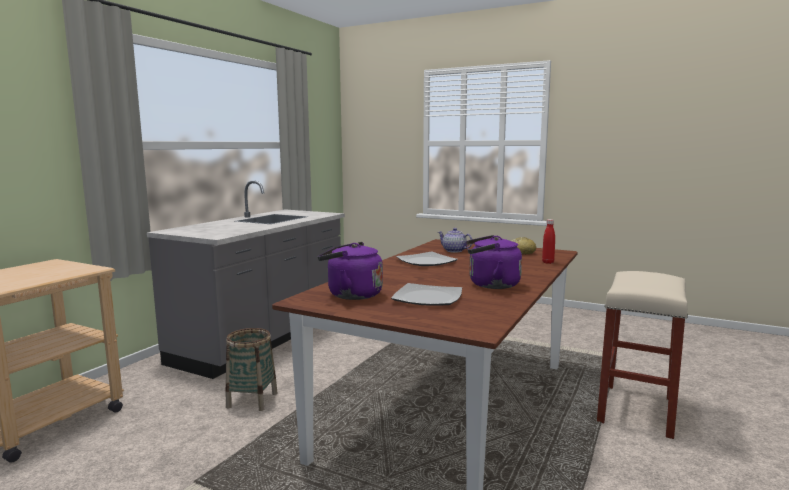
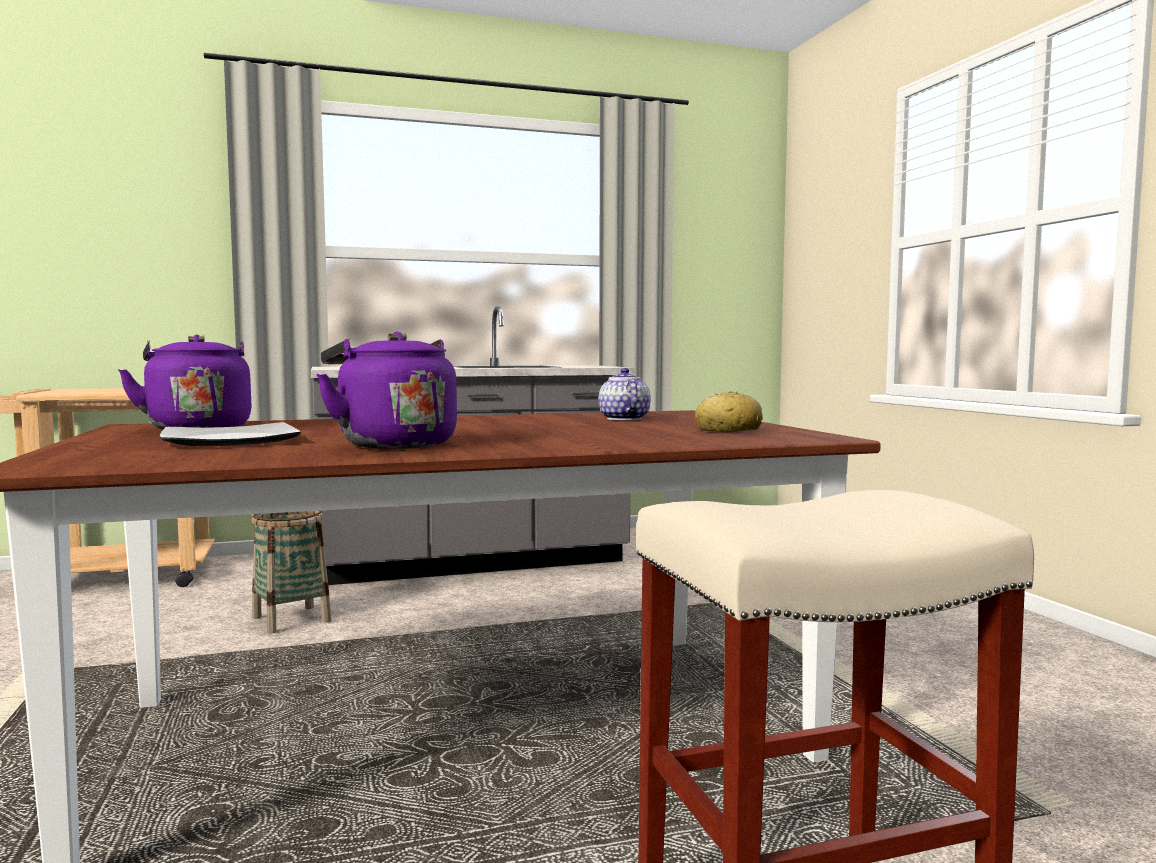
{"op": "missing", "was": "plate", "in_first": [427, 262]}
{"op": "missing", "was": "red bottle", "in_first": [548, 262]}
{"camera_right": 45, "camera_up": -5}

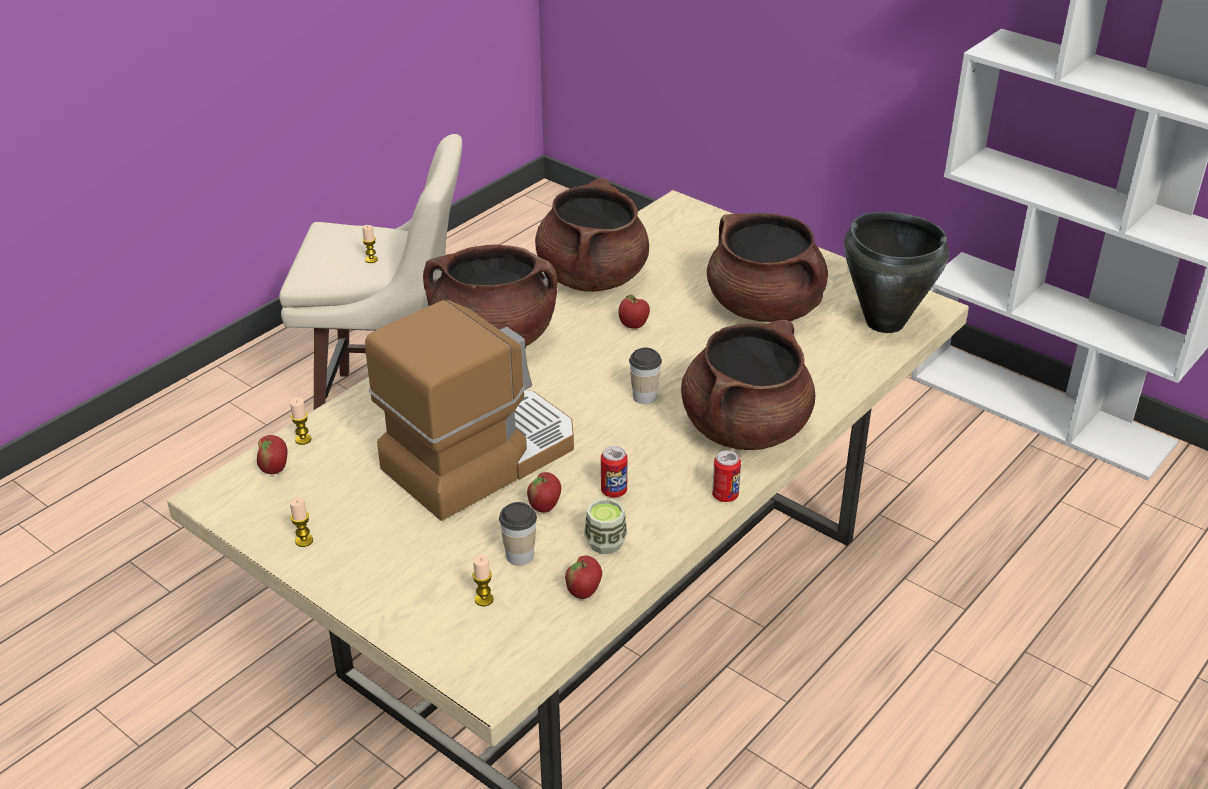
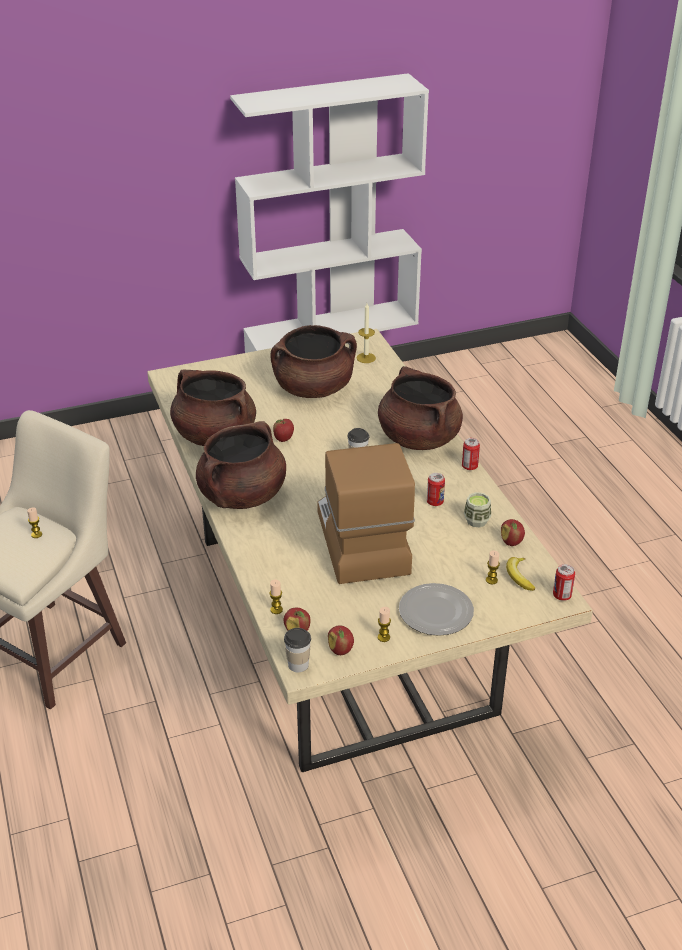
{"op": "appeared", "now": "plate", "in_second": [435, 611]}
{"op": "appeared", "now": "whole banana", "in_second": [519, 576]}
{"op": "appeared", "now": "can", "in_second": [562, 595]}
{"op": "relocated", "was": "drinking cup", "in_first": [520, 555], "in_second": [298, 665]}
{"op": "relocated", "was": "whole apple", "in_first": [545, 507], "in_second": [341, 650]}
{"op": "exchanged", "was": "black cooking pot", "now": "wax light", "in_first": [884, 322], "in_second": [366, 358]}
{"camera_right": -60, "camera_up": 0}

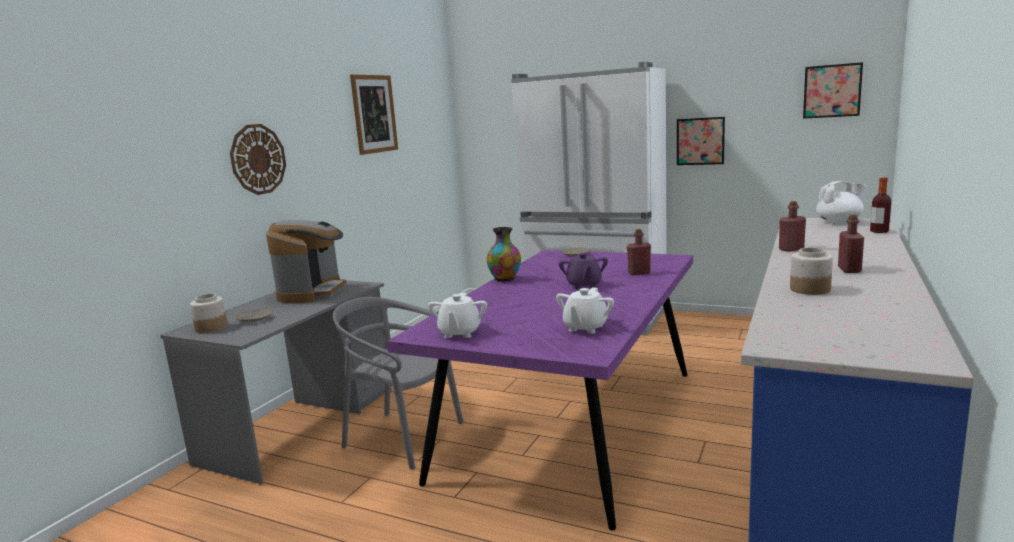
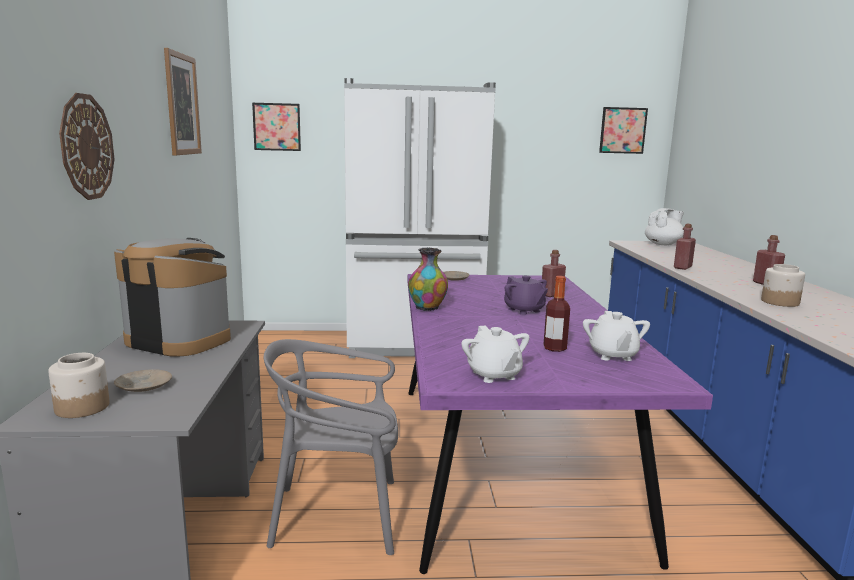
{"op": "relocated", "was": "wall picture", "in_first": [700, 141], "in_second": [277, 127]}
{"op": "relocated", "was": "bottle", "in_first": [879, 231], "in_second": [554, 348]}
{"op": "spun", "was": "coffee machine", "in_first": [313, 292], "in_second": [179, 340], "clockwise": -45}
{"camera_right": -30, "camera_up": 0}

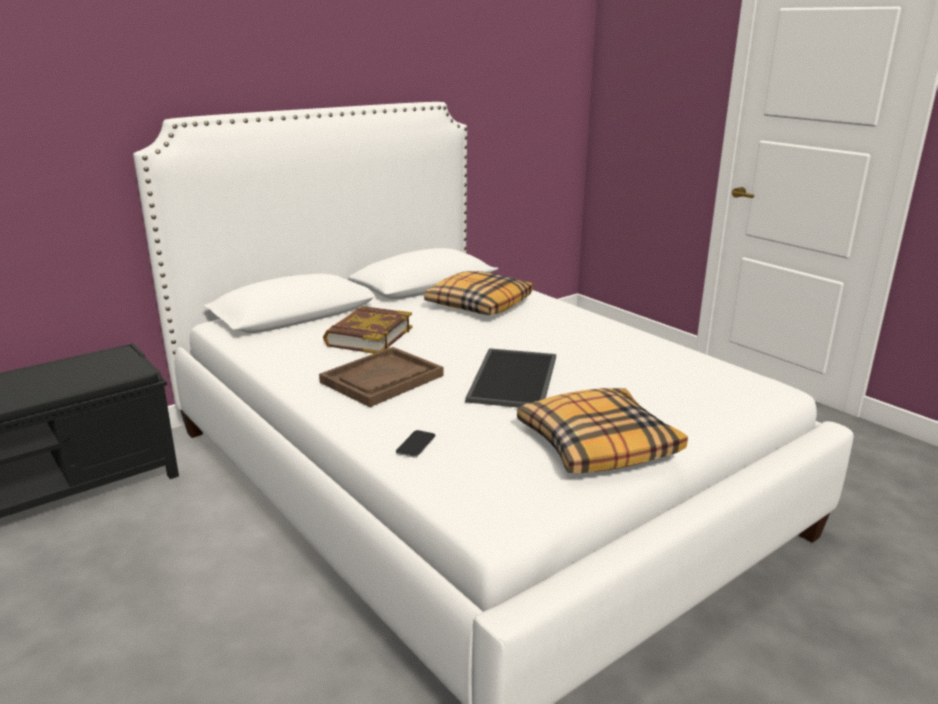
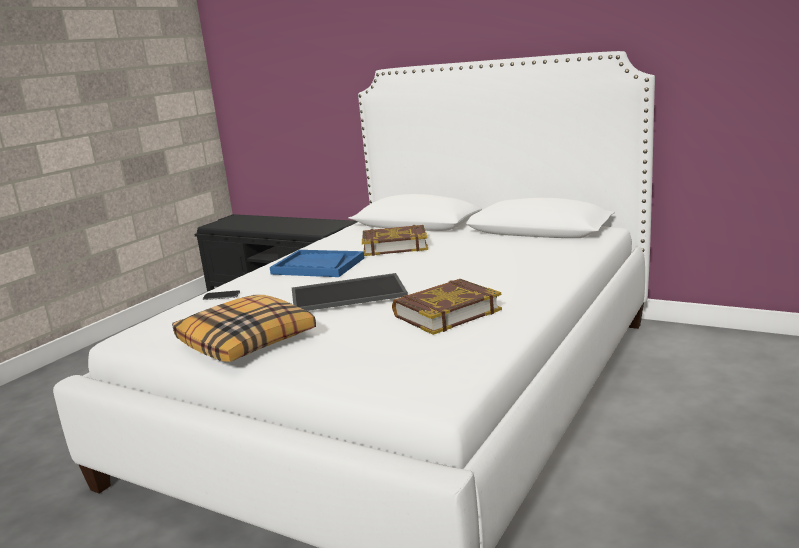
{"op": "missing", "was": "cushion", "in_first": [478, 305]}
{"op": "appeared", "now": "volume", "in_second": [446, 313]}
{"op": "colour", "was": "brownish serving tray", "now": "blue serving tray", "in_first": [382, 379], "in_second": [318, 266]}
{"camera_right": 70, "camera_up": -5}

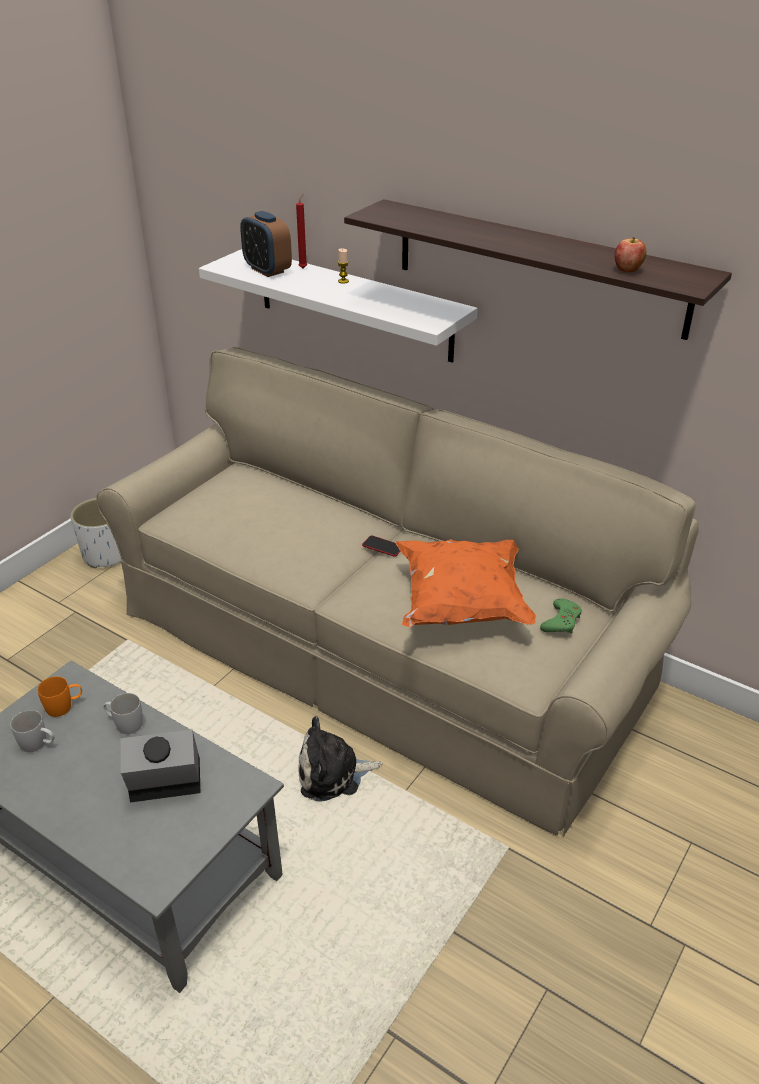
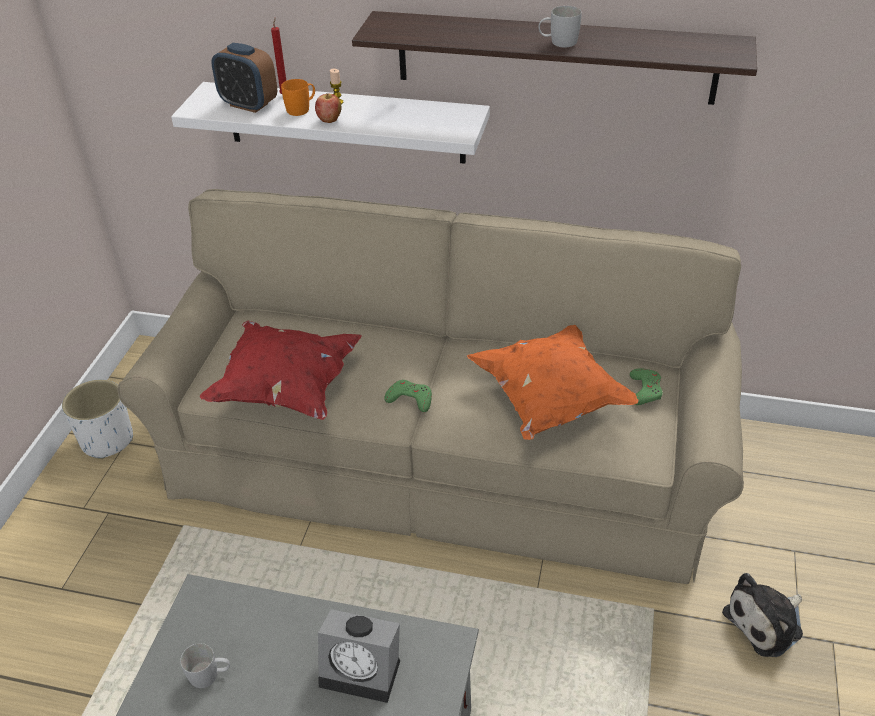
{"op": "missing", "was": "telephone", "in_first": [383, 546]}
{"op": "appeared", "now": "red cushion", "in_second": [286, 388]}
{"op": "appeared", "now": "green joypad", "in_second": [410, 399]}
{"op": "relocated", "was": "orangey mug", "in_first": [64, 706], "in_second": [302, 109]}
{"op": "relocated", "was": "whitish mug", "in_first": [124, 723], "in_second": [558, 42]}
{"op": "relocated", "was": "soft toy", "in_first": [333, 773], "in_second": [766, 622]}
{"op": "relocated", "was": "whole apple", "in_first": [627, 270], "in_second": [329, 120]}
{"op": "spun", "was": "bedside clock", "in_first": [163, 783], "in_second": [363, 670], "clockwise": -135}
{"camera_right": -20, "camera_up": 5}

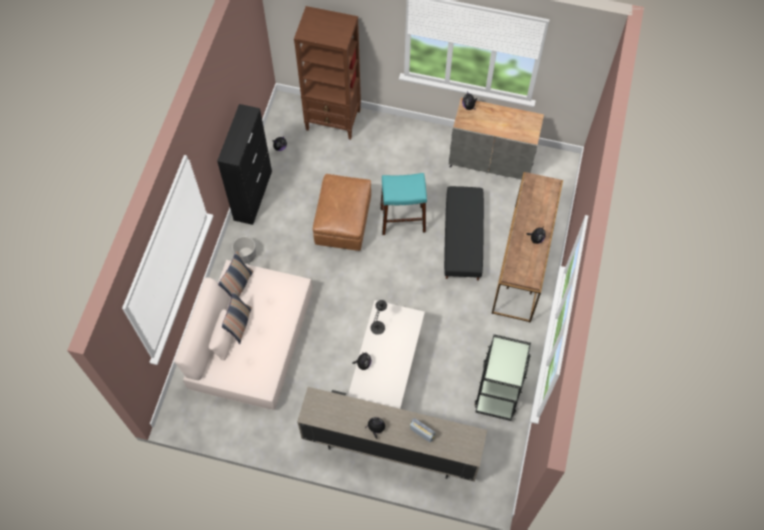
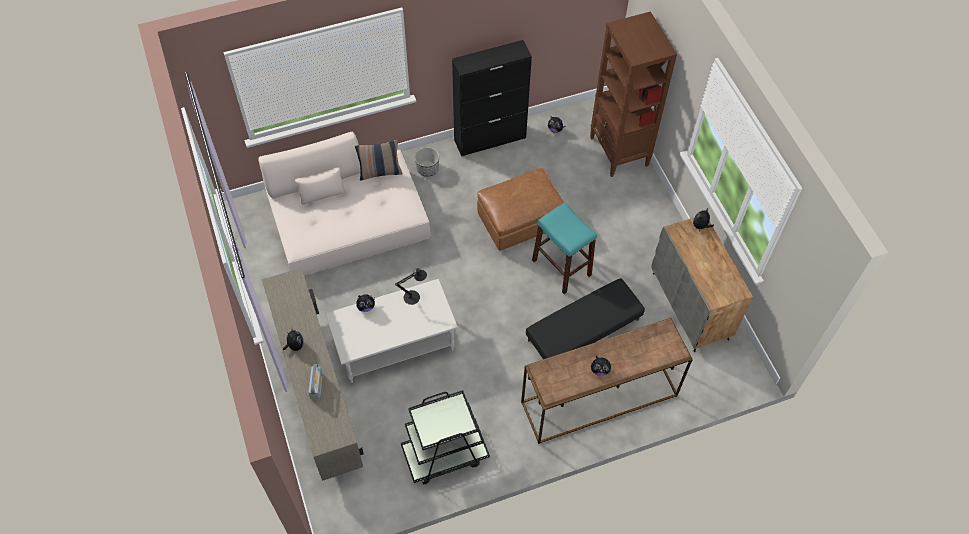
{"op": "missing", "was": "cushion", "in_first": [239, 324]}
{"camera_right": 55, "camera_up": -5}

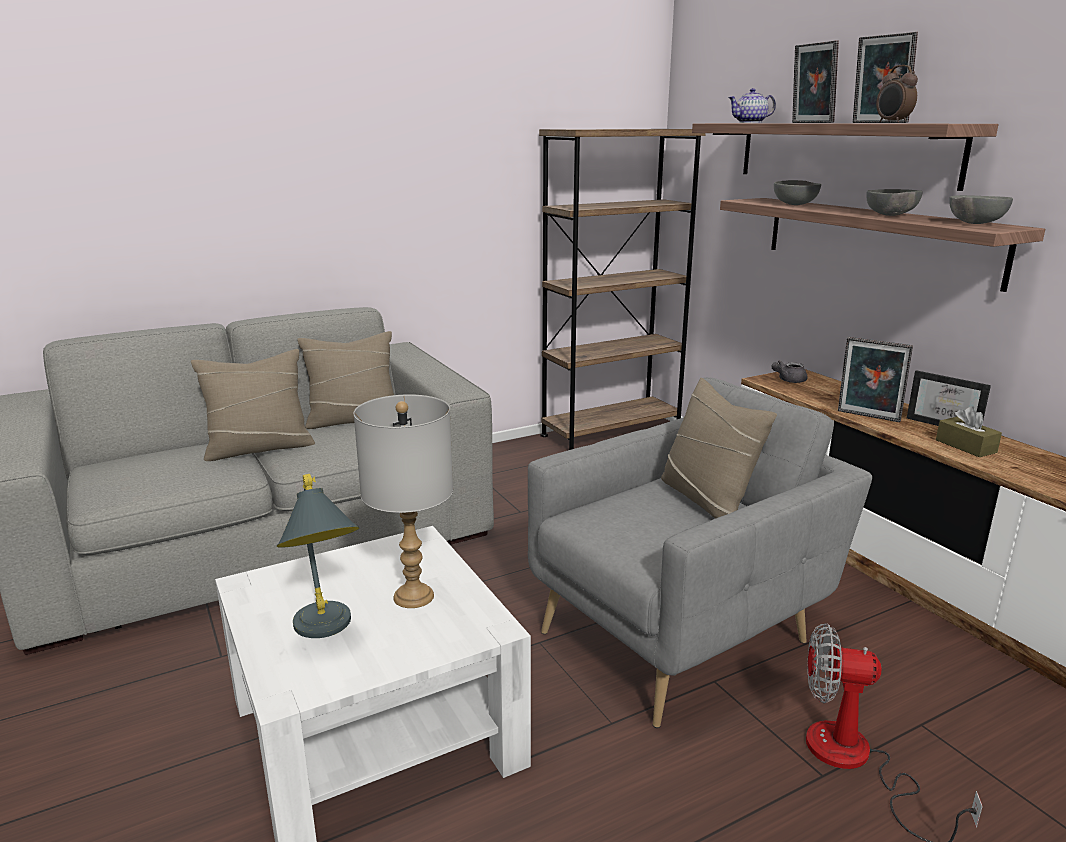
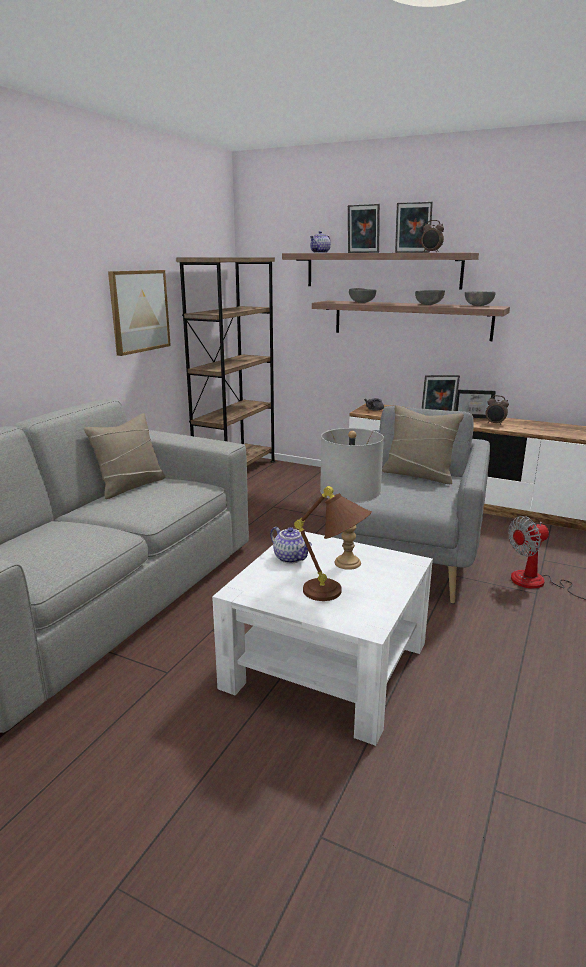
{"op": "missing", "was": "sand-coloured cushion", "in_first": [259, 448]}
{"op": "appeared", "now": "wall picture", "in_second": [139, 311]}
{"op": "appeared", "now": "tea pot", "in_second": [291, 558]}
{"op": "exchanged", "was": "brownish tissue box", "now": "bedside clock", "in_first": [965, 446], "in_second": [495, 424]}
{"op": "colour", "was": "greyish lamp for a table", "now": "brownish lamp for a table", "in_first": [326, 633], "in_second": [335, 595]}
{"camera_right": -35, "camera_up": 0}

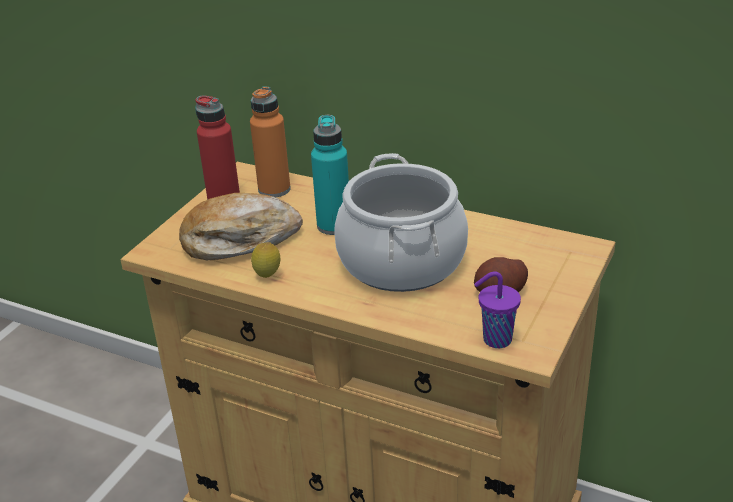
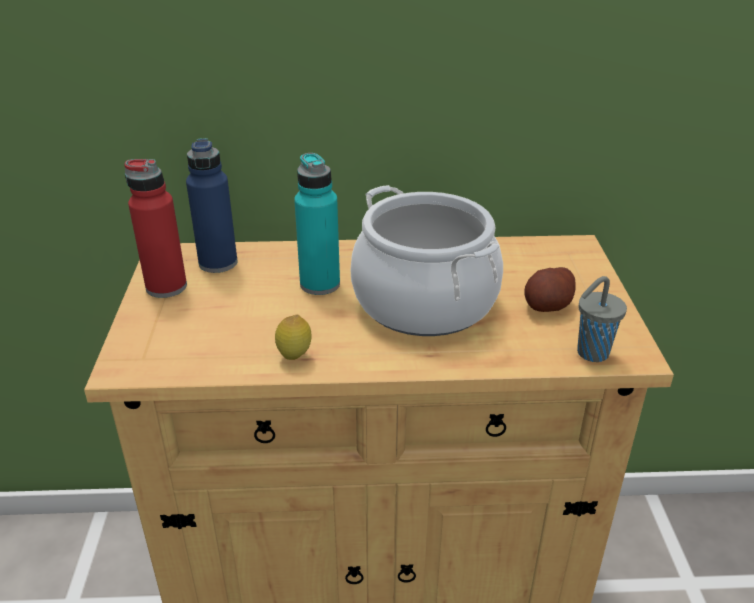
{"op": "missing", "was": "baked bread", "in_first": [239, 240]}
{"op": "colour", "was": "orangey bottle", "now": "blue bottle", "in_first": [274, 189], "in_second": [218, 263]}
{"op": "colour", "was": "purple-coloured drinking cup", "now": "greyish drinking cup", "in_first": [495, 340], "in_second": [590, 353]}
{"camera_right": -30, "camera_up": 0}

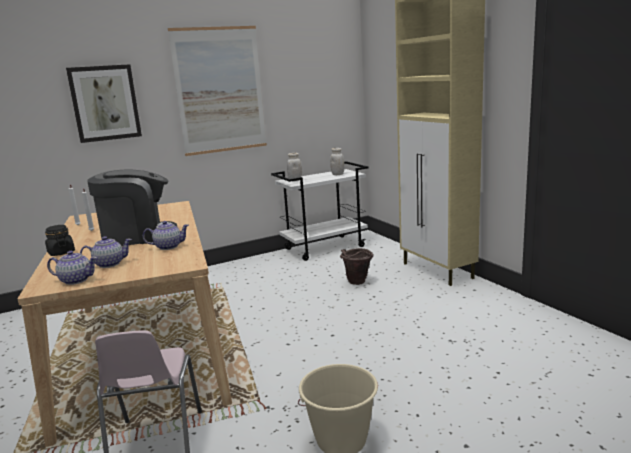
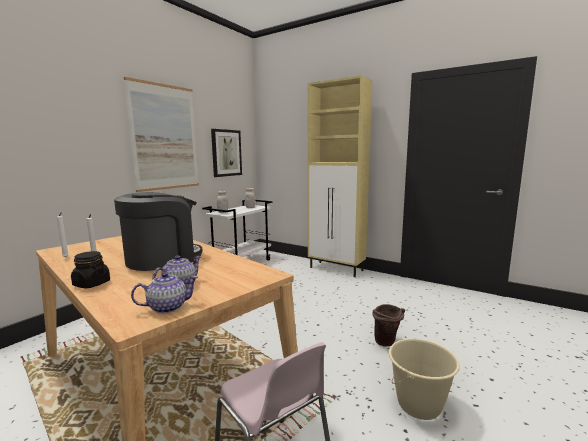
{"op": "missing", "was": "tea pot", "in_first": [168, 246]}
{"op": "relocated", "was": "wall picture", "in_first": [105, 103], "in_second": [226, 153]}
{"op": "relocated", "was": "brownish pail", "in_first": [357, 283], "in_second": [387, 344]}
{"camera_right": -30, "camera_up": -5}

